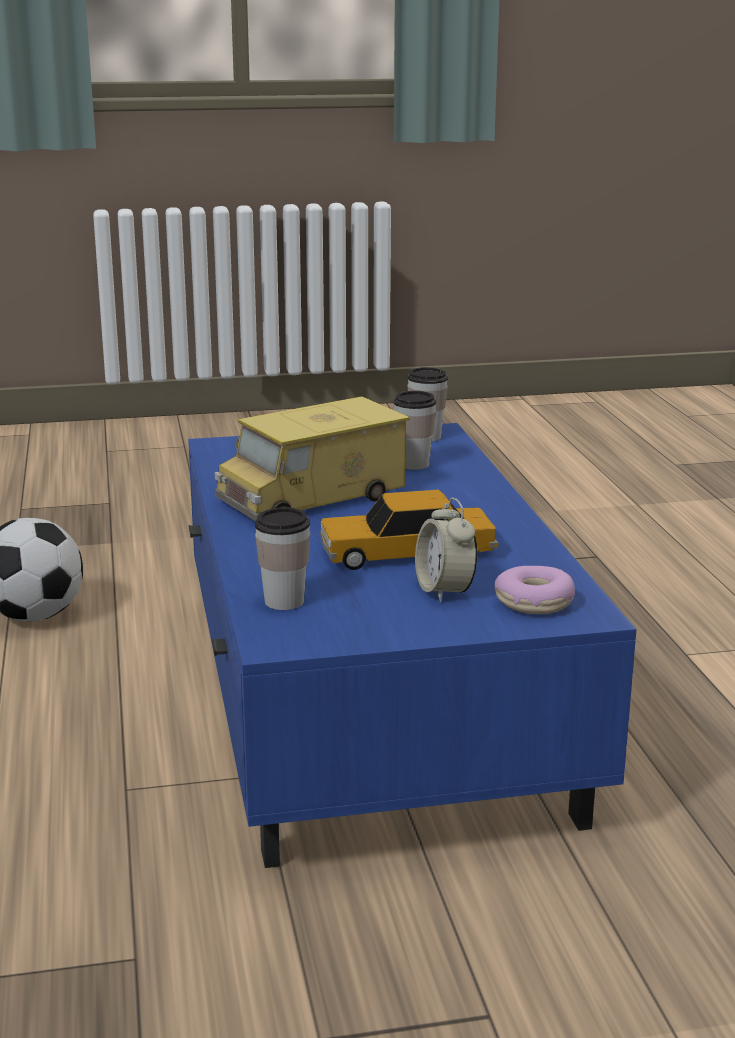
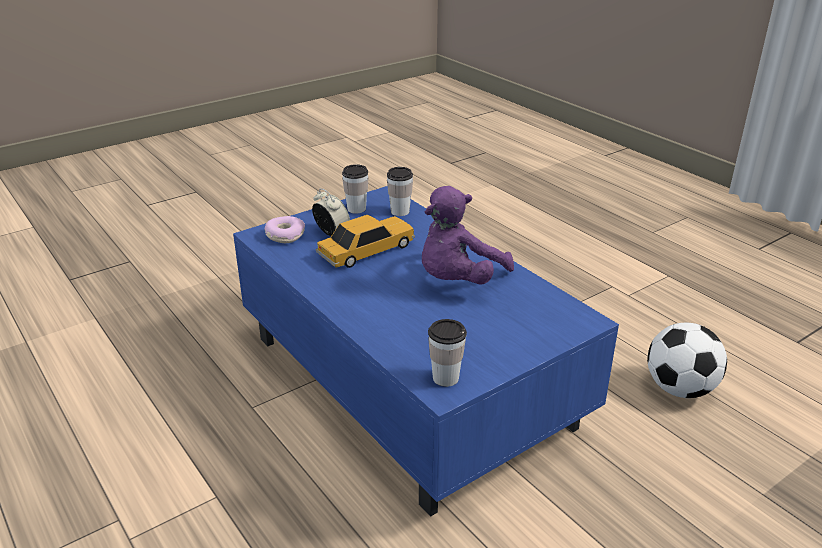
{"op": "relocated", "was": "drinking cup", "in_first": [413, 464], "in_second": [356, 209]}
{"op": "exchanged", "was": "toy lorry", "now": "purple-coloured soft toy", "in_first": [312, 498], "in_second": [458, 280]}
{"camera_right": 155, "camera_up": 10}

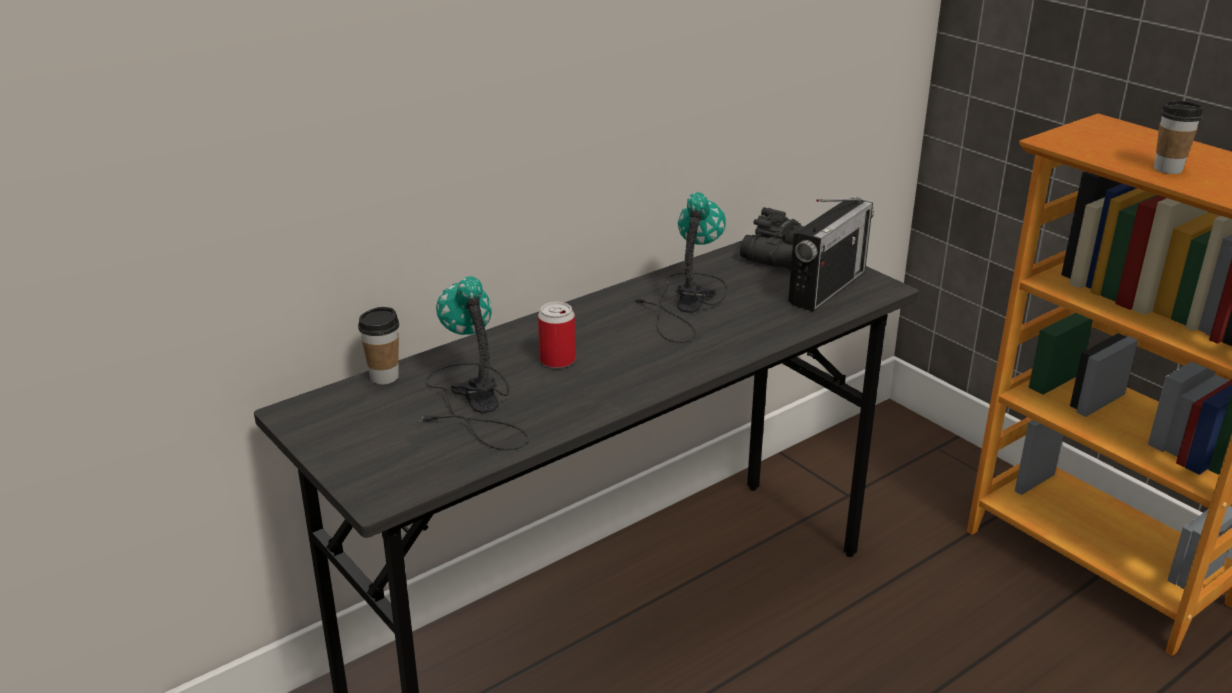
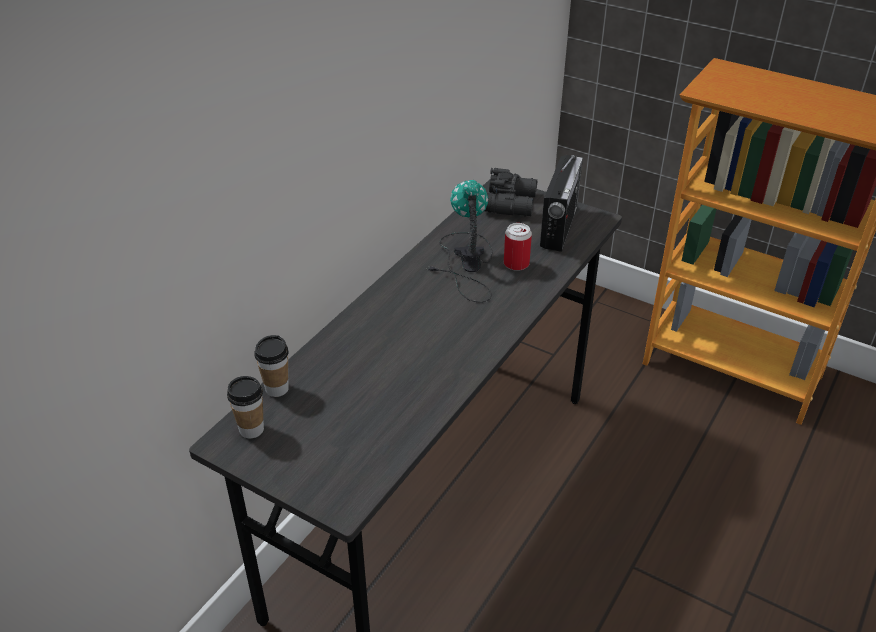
{"op": "missing", "was": "lamp for a table", "in_first": [474, 403]}
{"op": "relocated", "was": "can", "in_first": [557, 360], "in_second": [516, 264]}
{"op": "relocated", "was": "drinking cup", "in_first": [1168, 169], "in_second": [251, 429]}
{"camera_right": -20, "camera_up": 10}

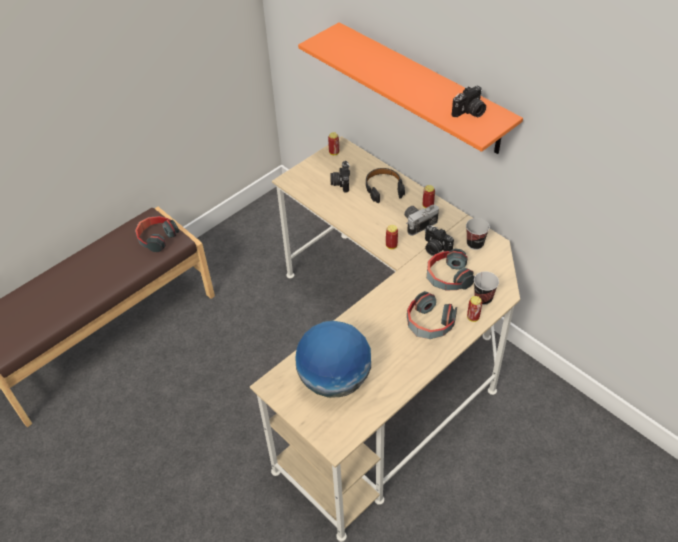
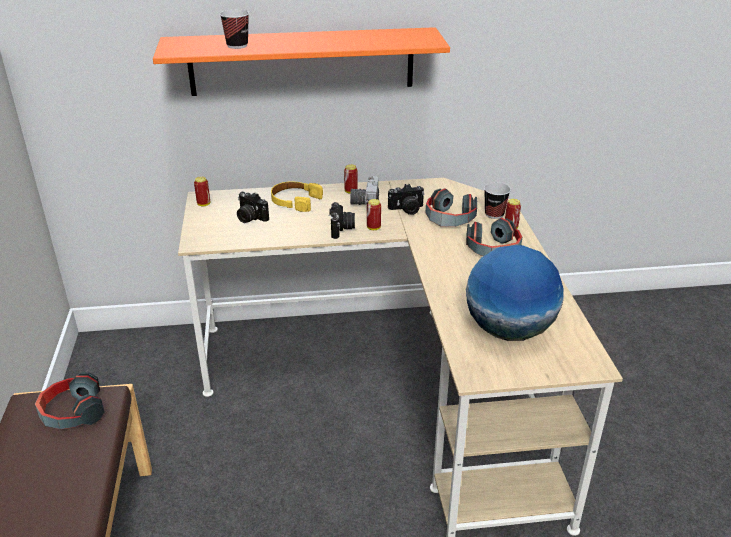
{"op": "relocated", "was": "still camera", "in_first": [469, 112], "in_second": [342, 229]}
{"op": "relocated", "was": "drinking cup", "in_first": [475, 244], "in_second": [237, 45]}
{"op": "colour", "was": "black pair of headphones", "now": "yellow pair of headphones", "in_first": [383, 188], "in_second": [295, 201]}
{"camera_right": -55, "camera_up": -15}

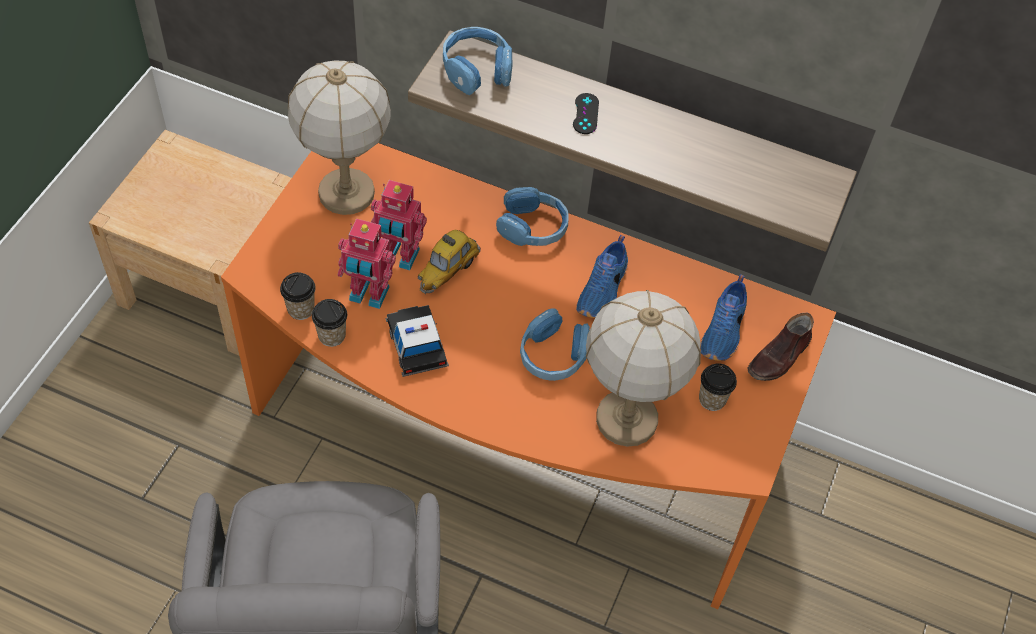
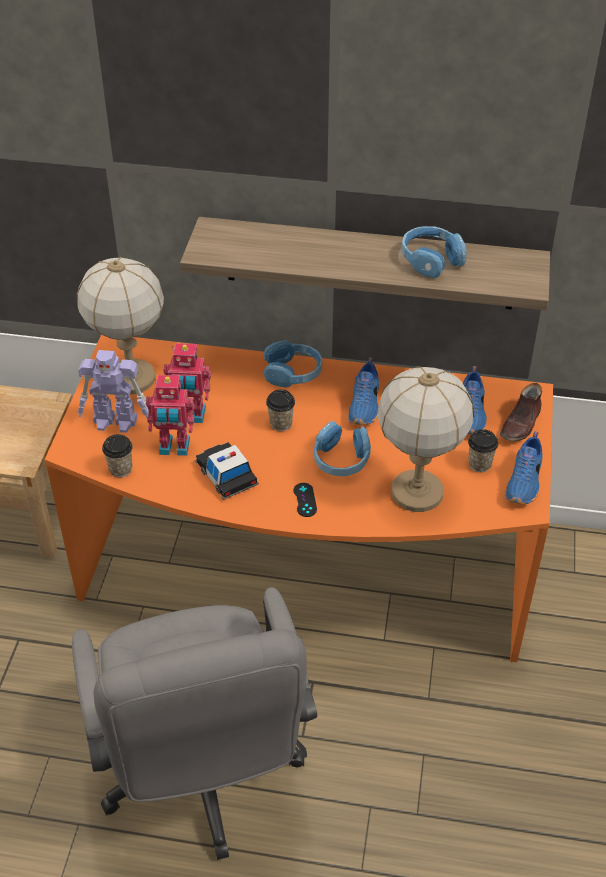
{"op": "missing", "was": "toy car", "in_first": [448, 271]}
{"op": "appeared", "now": "model robot", "in_second": [116, 421]}
{"op": "appeared", "now": "blue low shoe", "in_second": [525, 482]}
{"op": "relocated", "was": "drinking cup", "in_first": [332, 336], "in_second": [281, 424]}
{"op": "relocated", "was": "blue pair of headphones", "in_first": [477, 69], "in_second": [431, 260]}
{"op": "relocated", "was": "black joypad", "in_first": [585, 114], "in_second": [305, 500]}
{"camera_right": -10, "camera_up": -10}

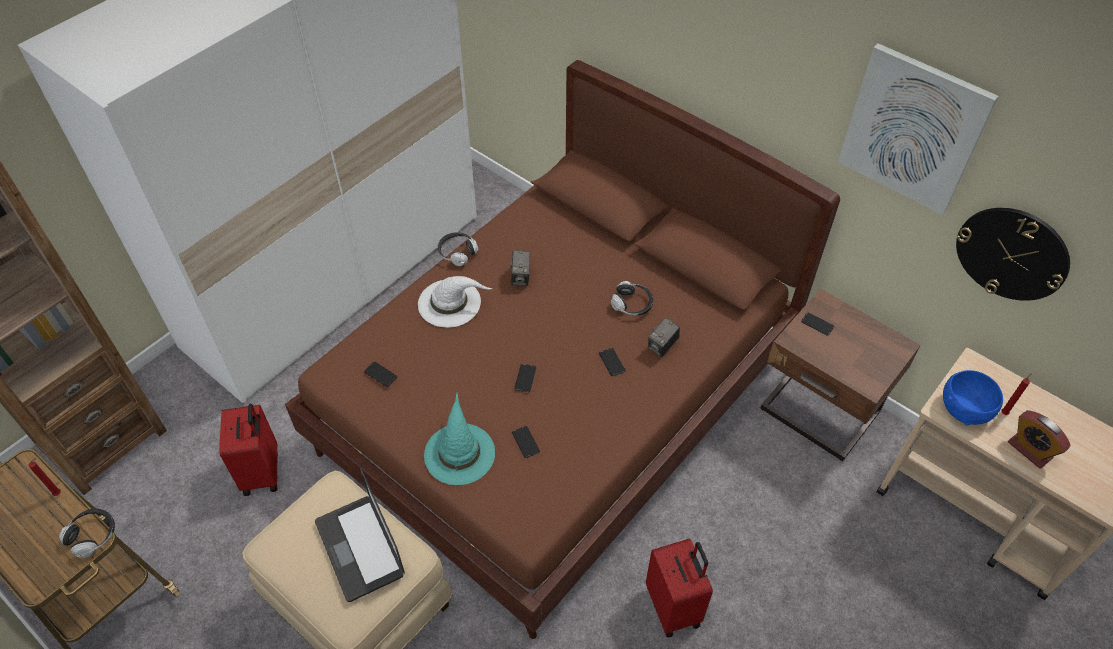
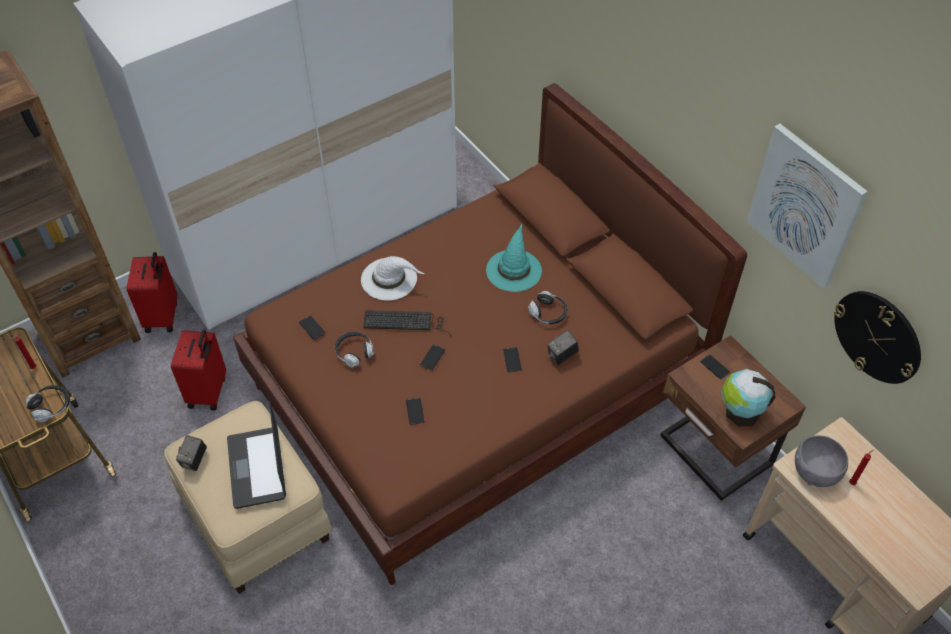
{"op": "missing", "was": "bedside clock", "in_first": [1029, 450]}
{"op": "appeared", "now": "keyboard", "in_second": [406, 322]}
{"op": "appeared", "now": "globe", "in_second": [740, 412]}
{"op": "relocated", "was": "turquoise-coloured clothing hat", "in_first": [459, 452], "in_second": [513, 269]}
{"op": "relocated", "was": "pair of headphones", "in_first": [457, 253], "in_second": [354, 352]}
{"op": "relocated", "was": "still camera", "in_first": [521, 277], "in_second": [194, 460]}
{"op": "relocated", "was": "red suitcase", "in_first": [674, 607], "in_second": [163, 317]}
{"op": "colour", "was": "blue bowl", "now": "greyish bowl", "in_first": [964, 408], "in_second": [815, 471]}
{"camera_right": 15, "camera_up": 0}

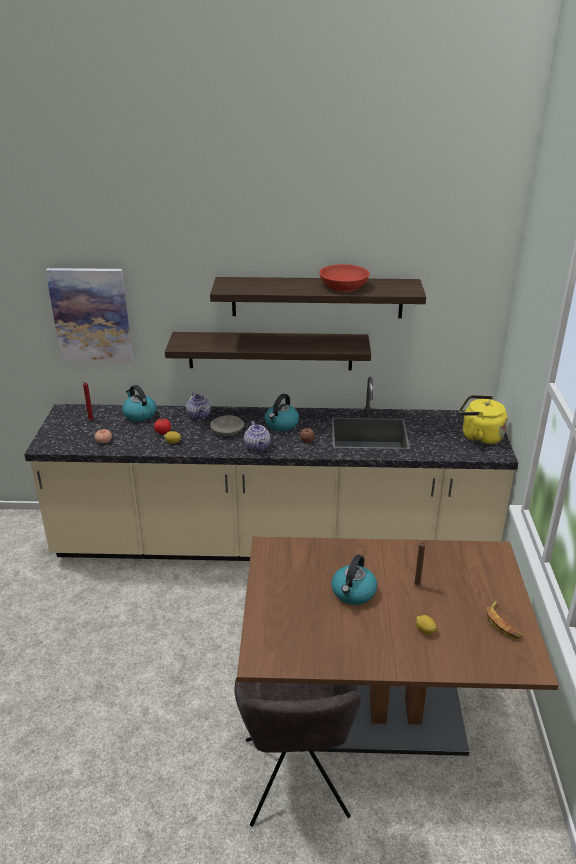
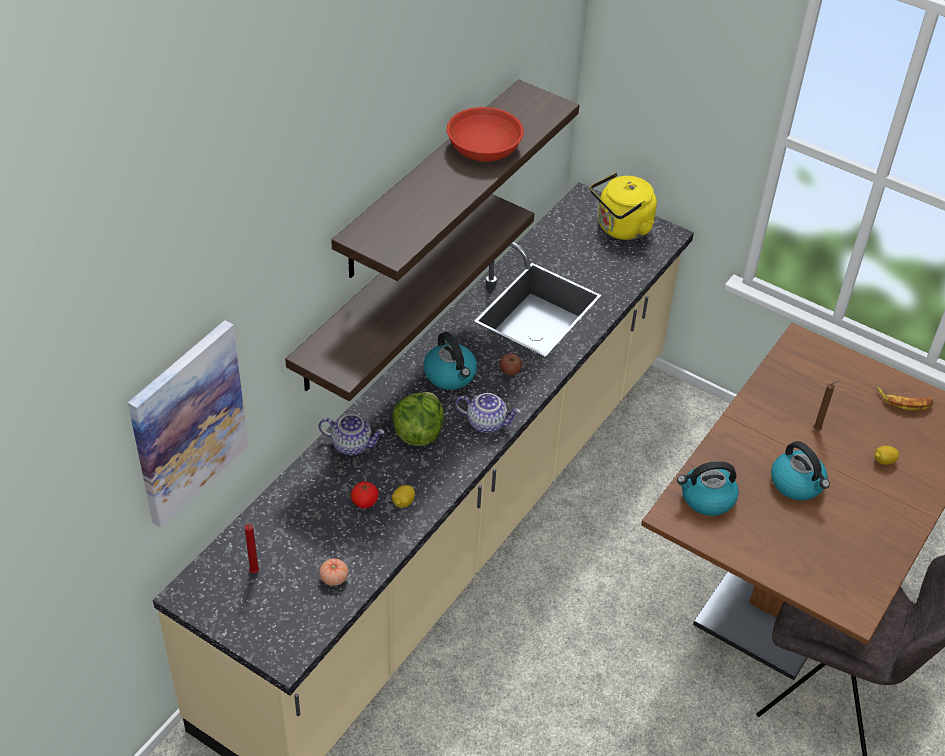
{"op": "relocated", "was": "kettle", "in_first": [139, 414], "in_second": [706, 498]}
{"op": "exchanged", "was": "greyish bowl", "now": "lettuce head", "in_first": [227, 430], "in_second": [418, 433]}
{"camera_right": -60, "camera_up": 15}

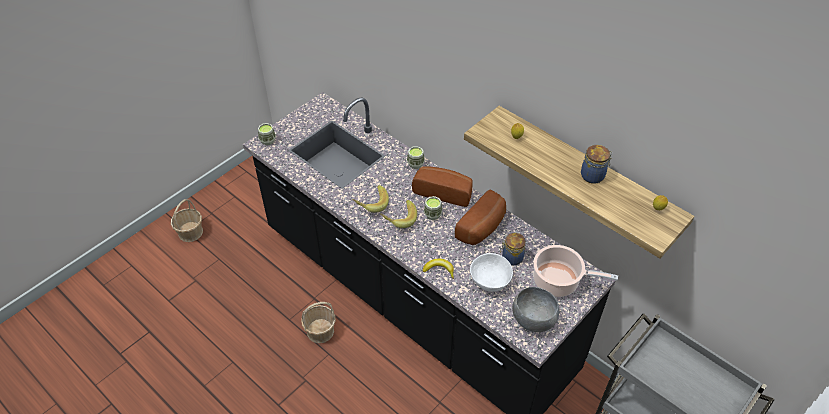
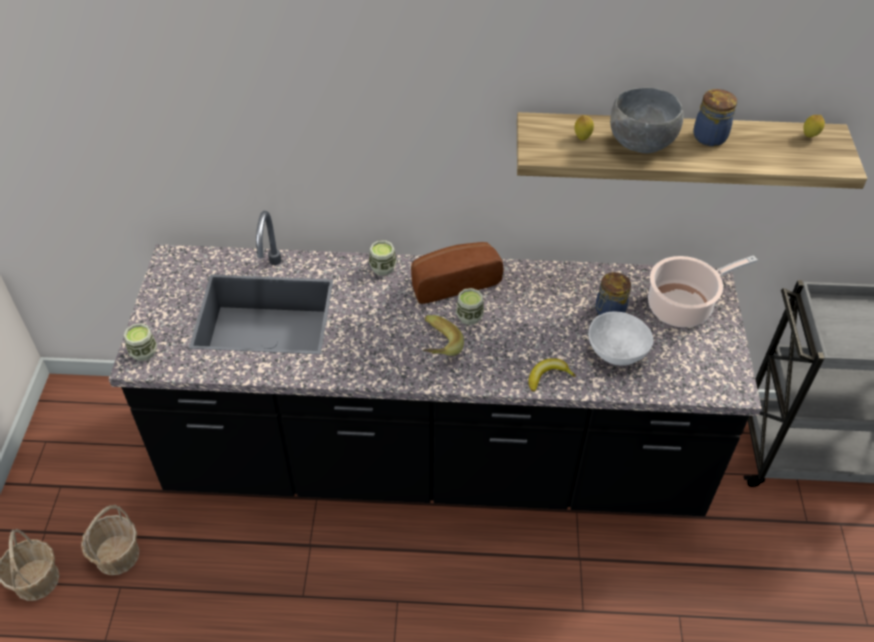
{"op": "missing", "was": "whole banana", "in_first": [370, 204]}
{"op": "missing", "was": "baked bread", "in_first": [483, 228]}
{"op": "relocated", "was": "household basket", "in_first": [320, 331], "in_second": [117, 555]}
{"op": "relocated", "was": "greyish bowl", "in_first": [533, 321], "in_second": [641, 145]}
{"camera_right": -40, "camera_up": 0}

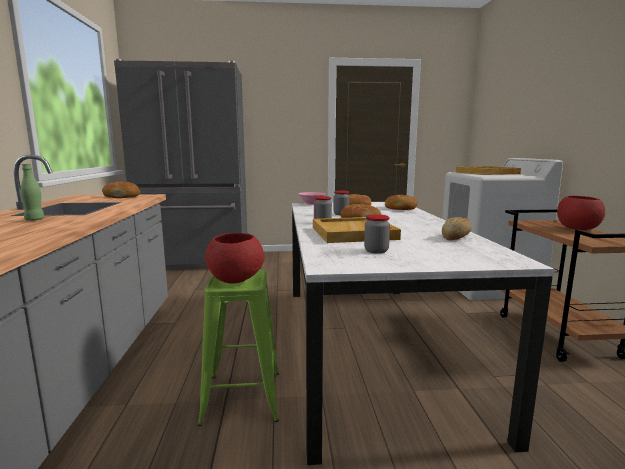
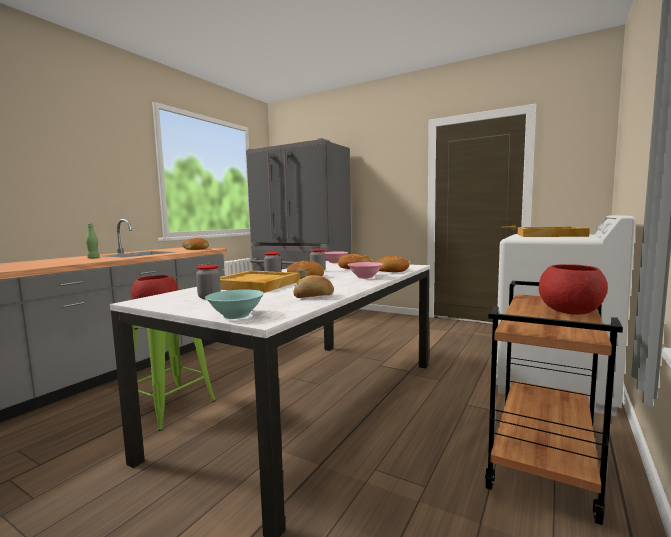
{"op": "appeared", "now": "turquoise-coloured bowl", "in_second": [237, 315]}
{"op": "appeared", "now": "pink-coloured bowl", "in_second": [365, 277]}
{"camera_right": 35, "camera_up": -5}

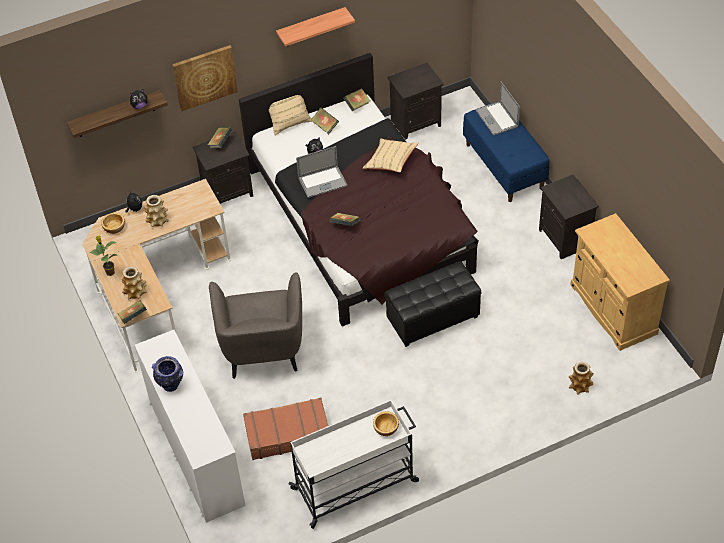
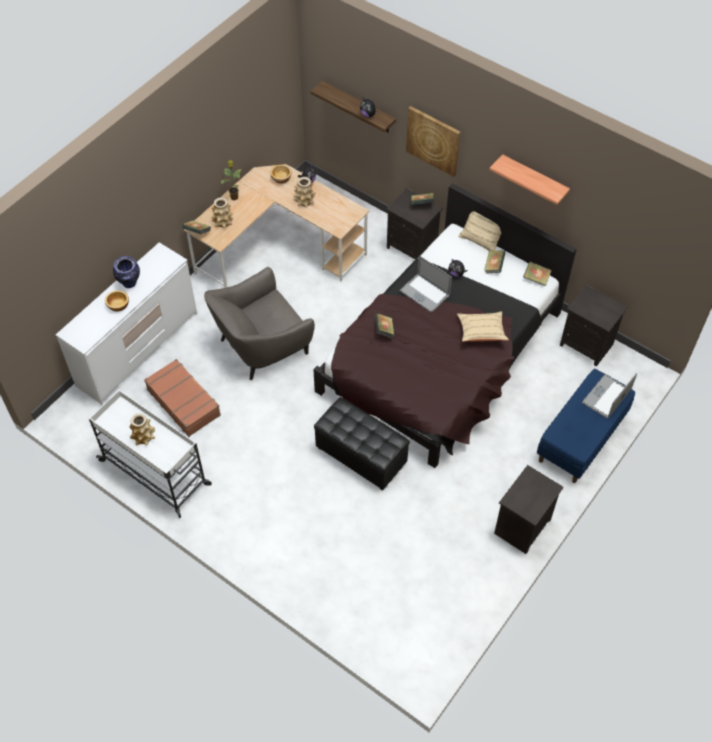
{"op": "missing", "was": "sand-coloured cupboard", "in_first": [613, 309]}
{"op": "relocated", "was": "bowl", "in_first": [386, 429], "in_second": [118, 305]}
{"op": "relocated", "was": "flower vase", "in_first": [580, 385], "in_second": [144, 437]}
{"camera_right": 60, "camera_up": 5}

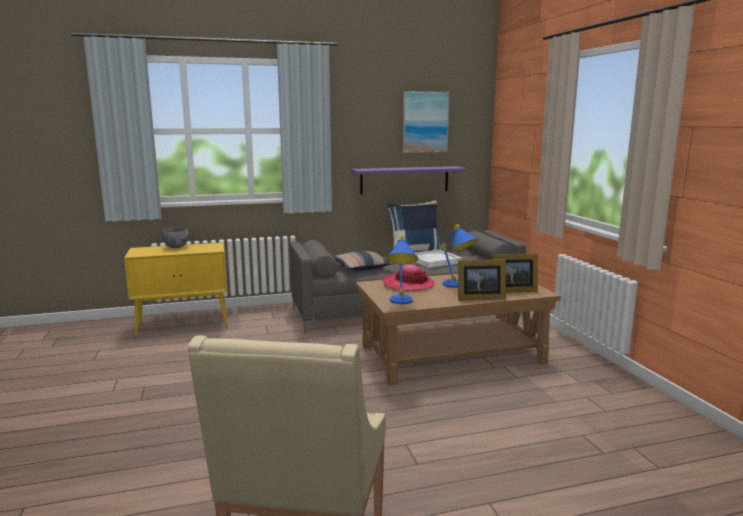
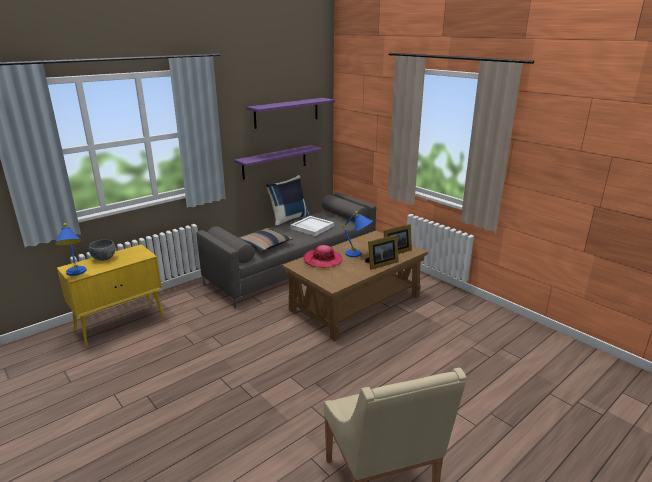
{"op": "relocated", "was": "blue lamp for a table", "in_first": [401, 303], "in_second": [76, 274]}
{"op": "exchanged", "was": "wall picture", "now": "purple-coloured shelf", "in_first": [425, 122], "in_second": [286, 112]}
{"camera_right": -25, "camera_up": 10}

